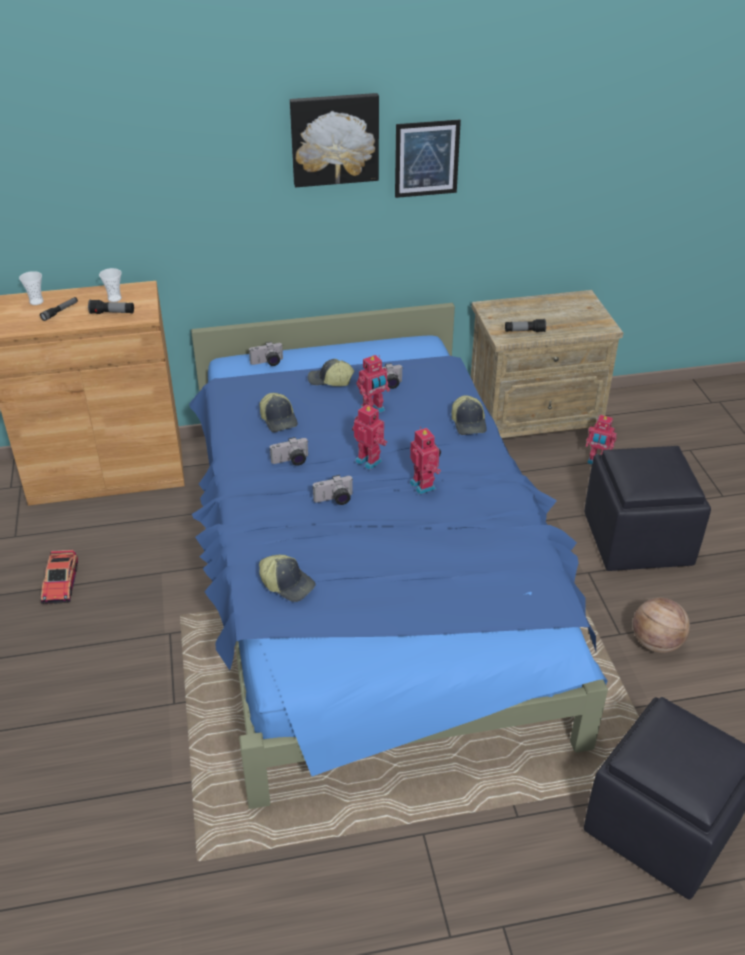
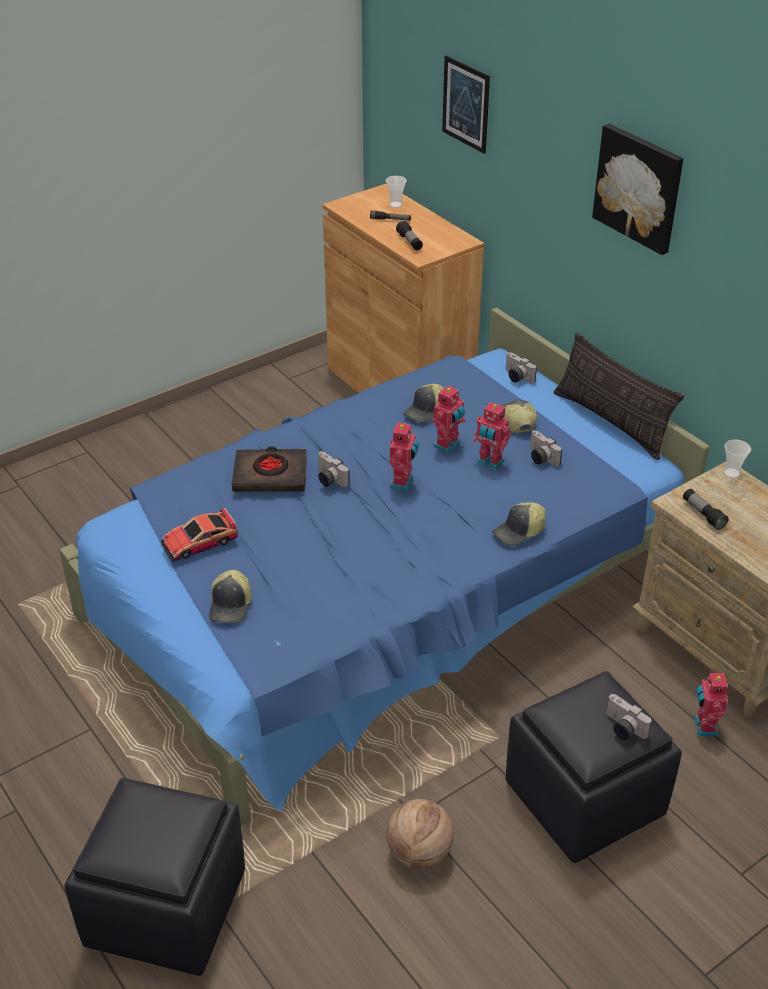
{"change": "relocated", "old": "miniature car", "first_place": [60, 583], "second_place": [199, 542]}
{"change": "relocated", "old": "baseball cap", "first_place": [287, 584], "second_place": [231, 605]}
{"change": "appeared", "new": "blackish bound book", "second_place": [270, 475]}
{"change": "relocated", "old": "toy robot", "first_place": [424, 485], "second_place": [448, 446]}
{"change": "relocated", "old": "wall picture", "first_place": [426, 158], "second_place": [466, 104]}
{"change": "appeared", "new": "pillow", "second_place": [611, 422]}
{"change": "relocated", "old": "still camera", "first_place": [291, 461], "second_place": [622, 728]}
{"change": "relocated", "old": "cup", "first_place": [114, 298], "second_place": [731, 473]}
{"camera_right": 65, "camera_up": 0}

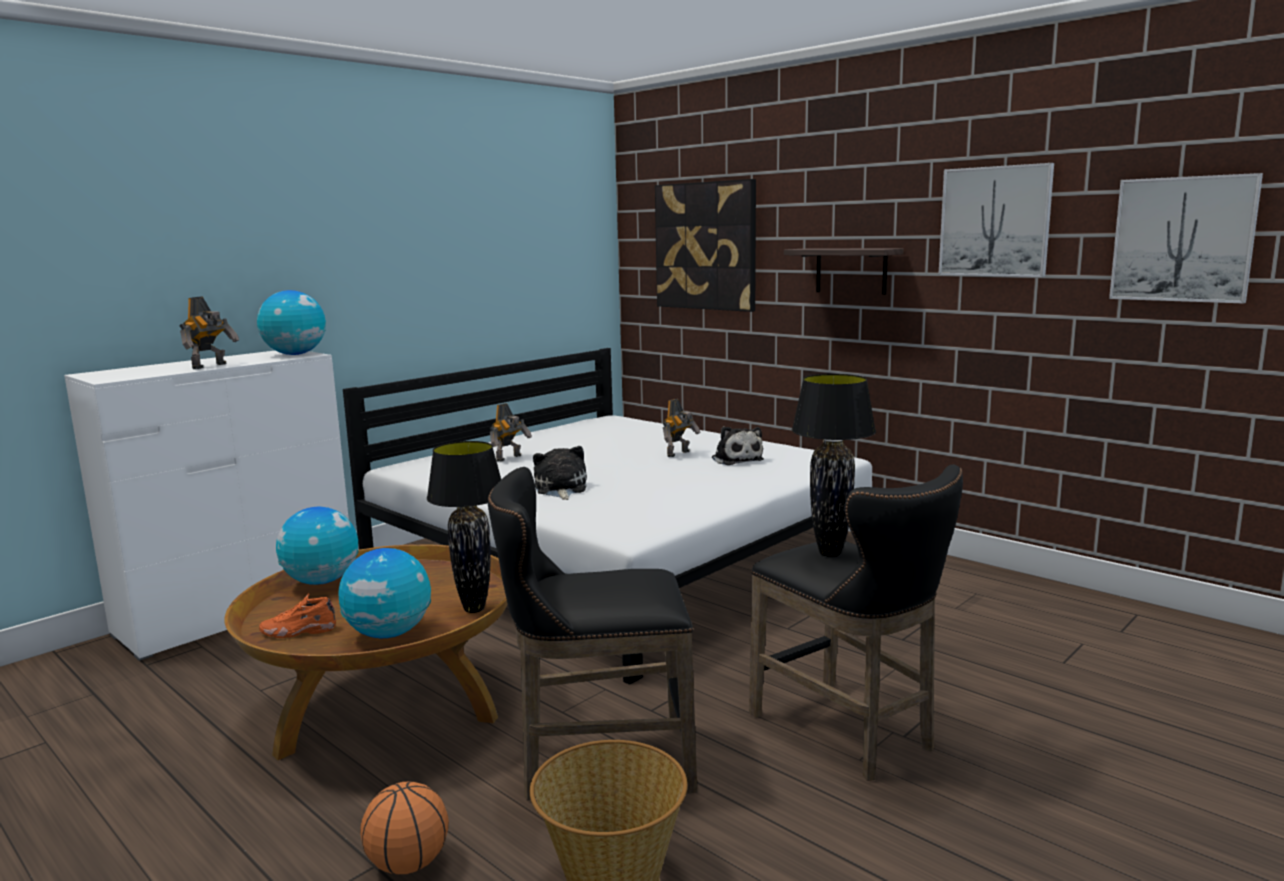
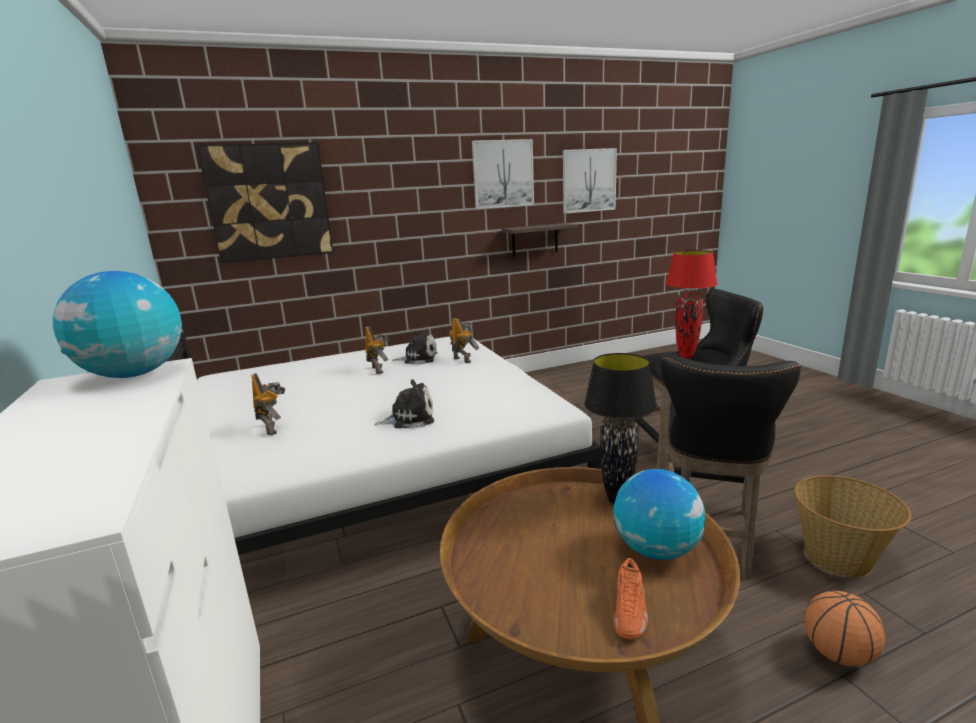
{"change": "spun", "old": "soft toy", "first_place": [560, 489], "second_place": [409, 418], "degrees": 150}
{"change": "relocated", "old": "toy robot", "first_place": [211, 366], "second_place": [462, 360]}
{"change": "relocated", "old": "bracket shelf", "first_place": [851, 270], "second_place": [534, 240]}
{"change": "colour", "old": "blackish table lamp", "new": "reddish table lamp", "first_place": [829, 554], "second_place": [686, 357]}
{"change": "missing", "old": "desk globe", "first_place": [322, 581]}
{"camera_right": -65, "camera_up": 5}

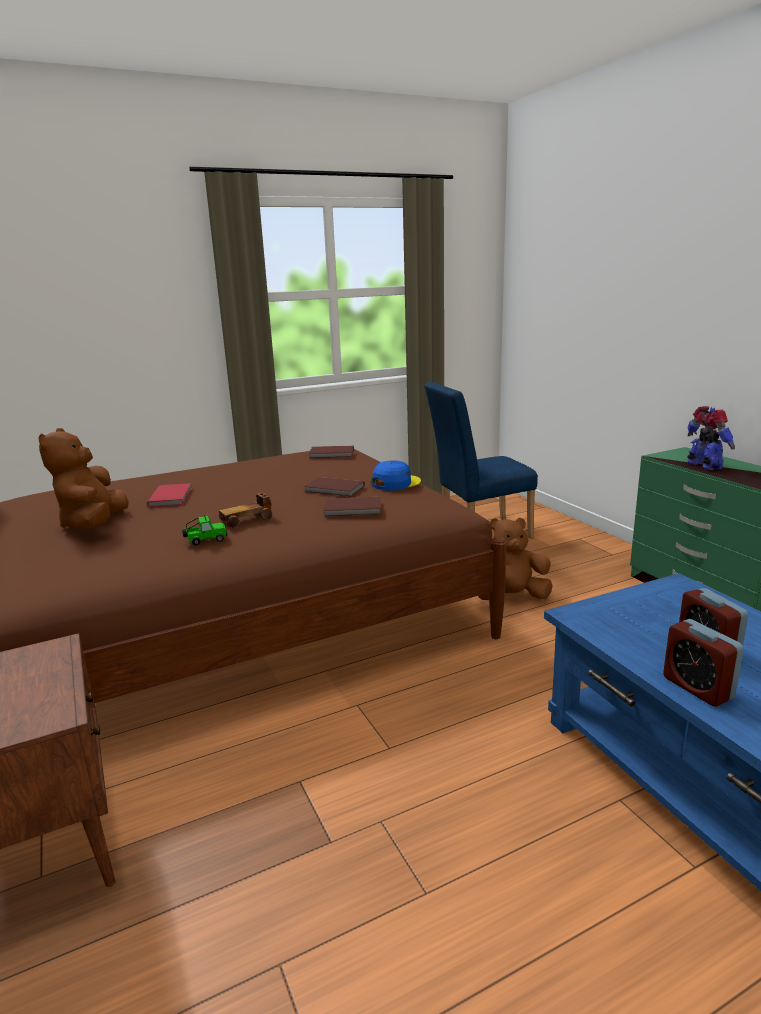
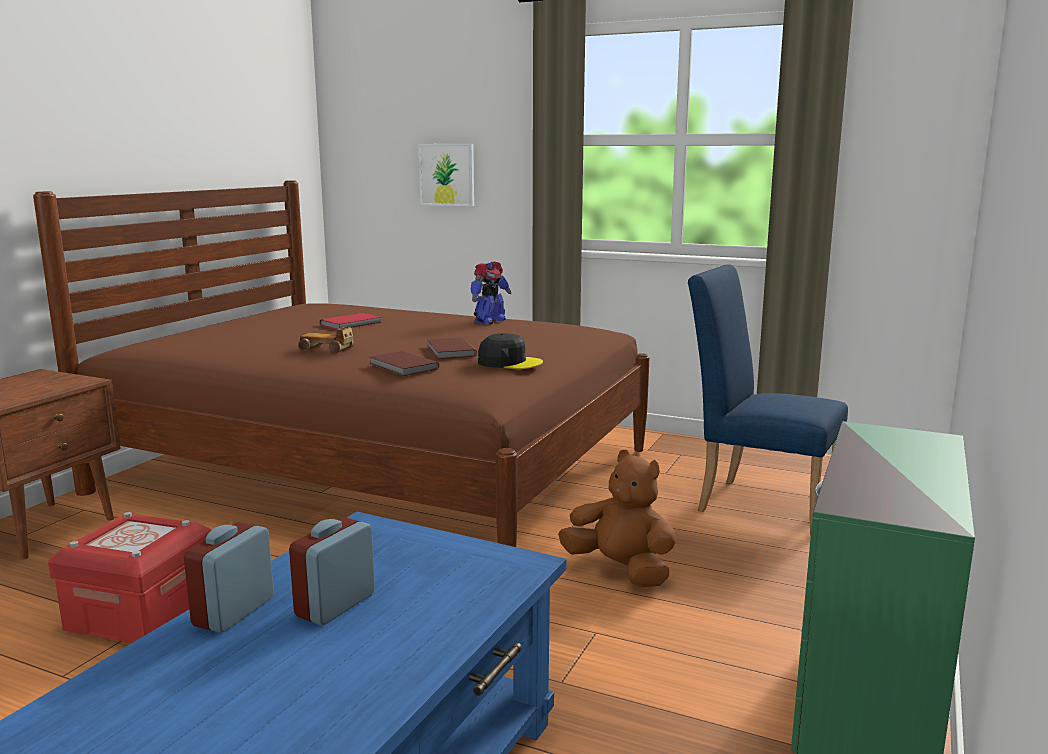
{"change": "appeared", "new": "reddish storage container", "second_place": [141, 613]}
{"change": "appeared", "new": "wall picture", "second_place": [447, 174]}
{"change": "relocated", "old": "toy robot", "first_place": [704, 466], "second_place": [489, 321]}
{"change": "colour", "old": "bluish baseball cap", "new": "blackish baseball cap", "first_place": [395, 483], "second_place": [509, 362]}
{"change": "missing", "old": "brownish soft toy", "first_place": [94, 525]}
{"change": "missing", "old": "miniature car", "first_place": [205, 540]}
{"change": "missing", "old": "brownish bound book", "first_place": [332, 454]}
{"camera_right": 50, "camera_up": -5}

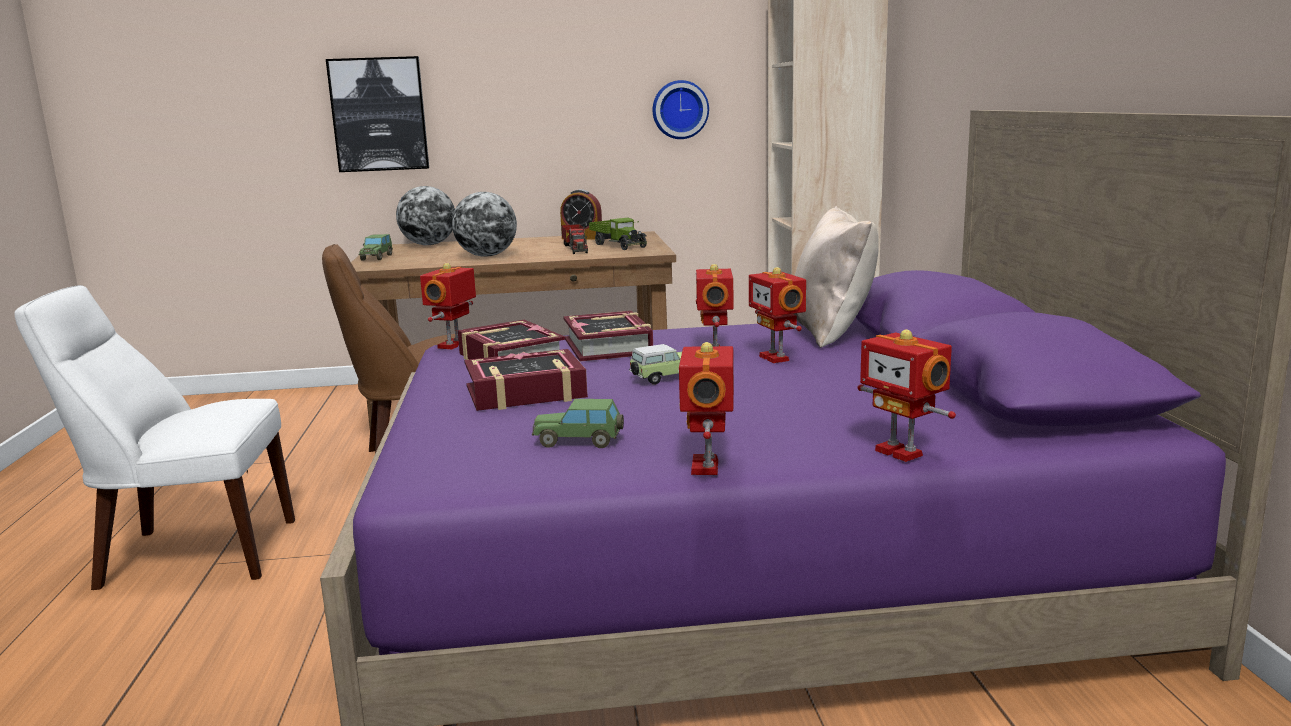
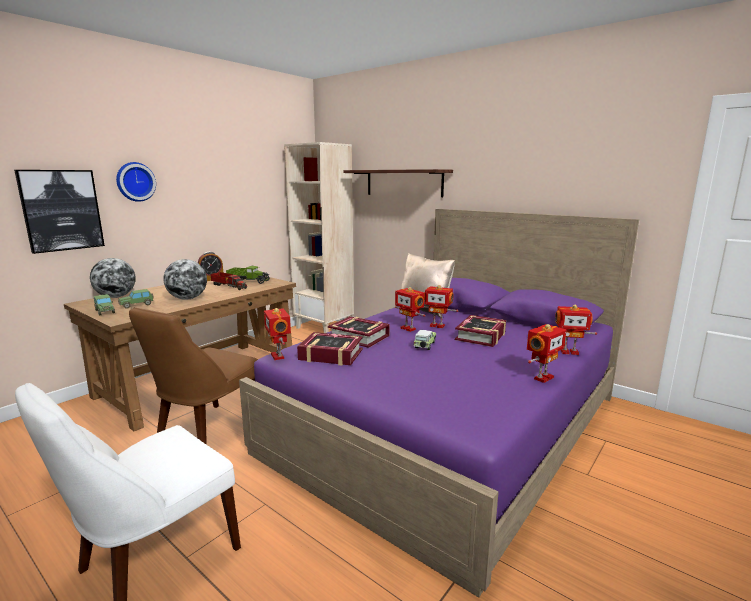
{"change": "relocated", "old": "wall clock", "first_place": [680, 109], "second_place": [135, 182]}
{"change": "relocated", "old": "miniature car", "first_place": [579, 441], "second_place": [137, 305]}
{"change": "appeared", "new": "bracket shelf", "second_place": [403, 183]}
{"change": "relocated", "old": "bound book", "first_place": [525, 393], "second_place": [481, 336]}
{"change": "spun", "old": "toy robot", "first_place": [708, 467], "second_place": [542, 378], "degrees": -90}
{"camera_right": -45, "camera_up": 0}

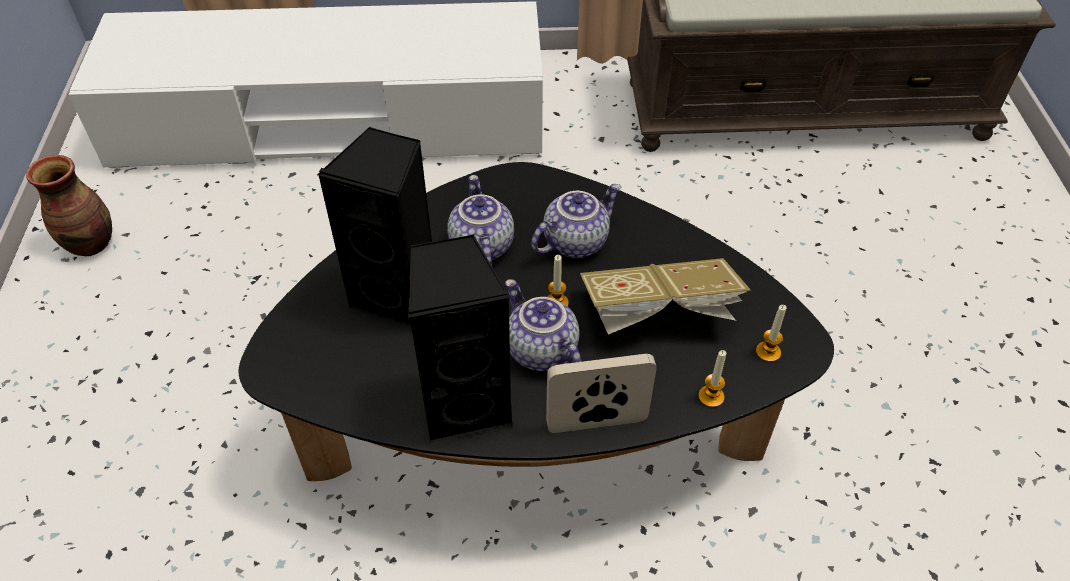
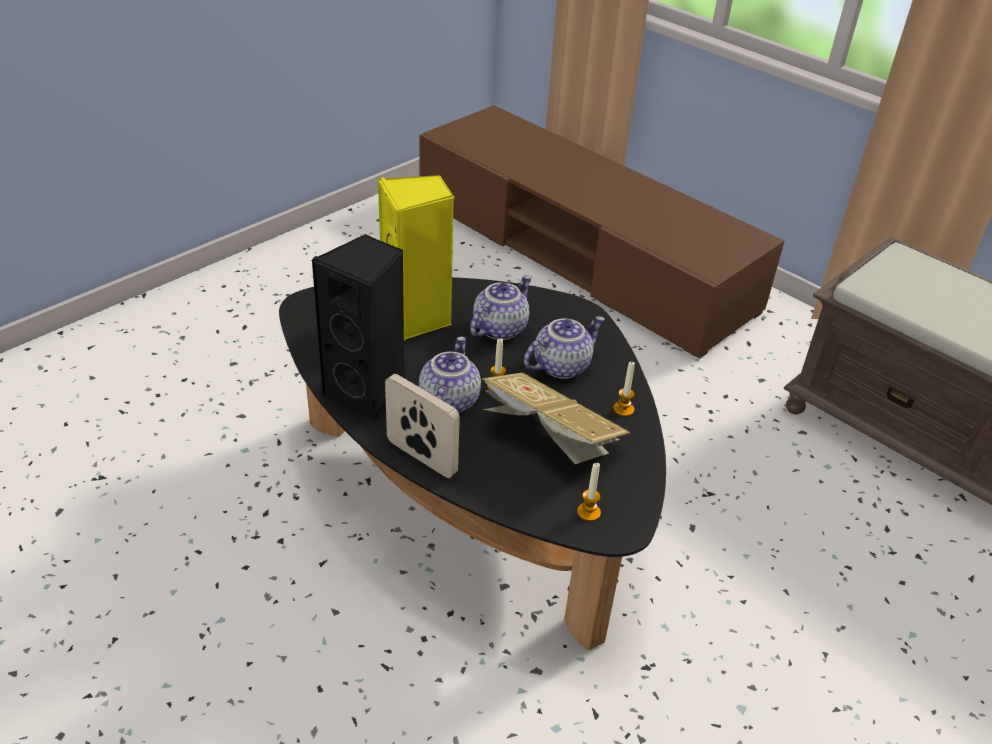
{"change": "colour", "old": "blackish audio speaker", "new": "yellow-coloured audio speaker", "first_place": [400, 295], "second_place": [417, 319]}
{"change": "colour", "old": "whitish tv stand", "new": "brownish tv stand", "first_place": [331, 123], "second_place": [580, 255]}
{"change": "spun", "old": "teapot", "first_place": [575, 241], "second_place": [561, 365], "degrees": -45}
{"change": "relocated", "old": "wax light", "first_place": [711, 397], "second_place": [623, 409]}
{"change": "missing", "old": "flower vase", "first_place": [92, 243]}
{"camera_right": 45, "camera_up": -10}

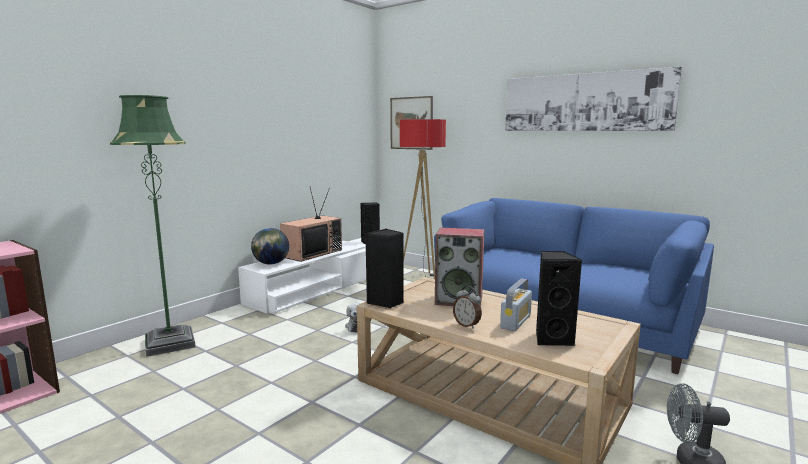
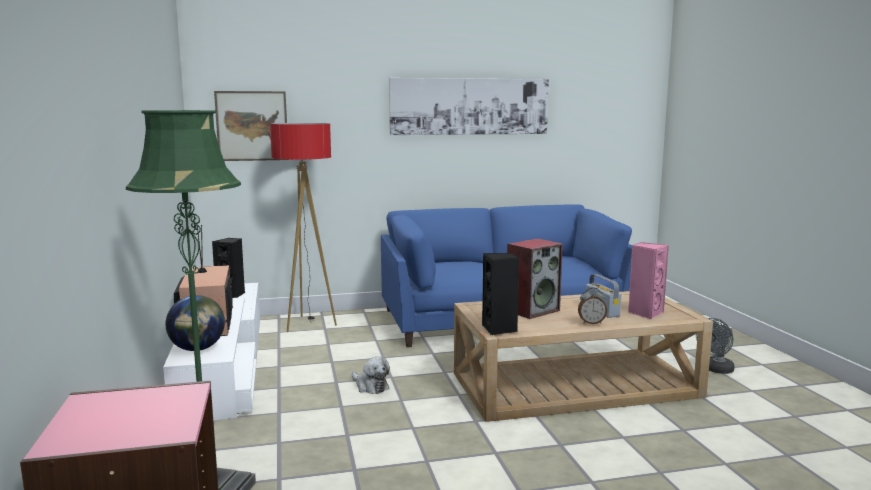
{"change": "colour", "old": "blackish audio speaker", "new": "pink audio speaker", "first_place": [552, 339], "second_place": [645, 313]}
{"camera_right": -50, "camera_up": 0}

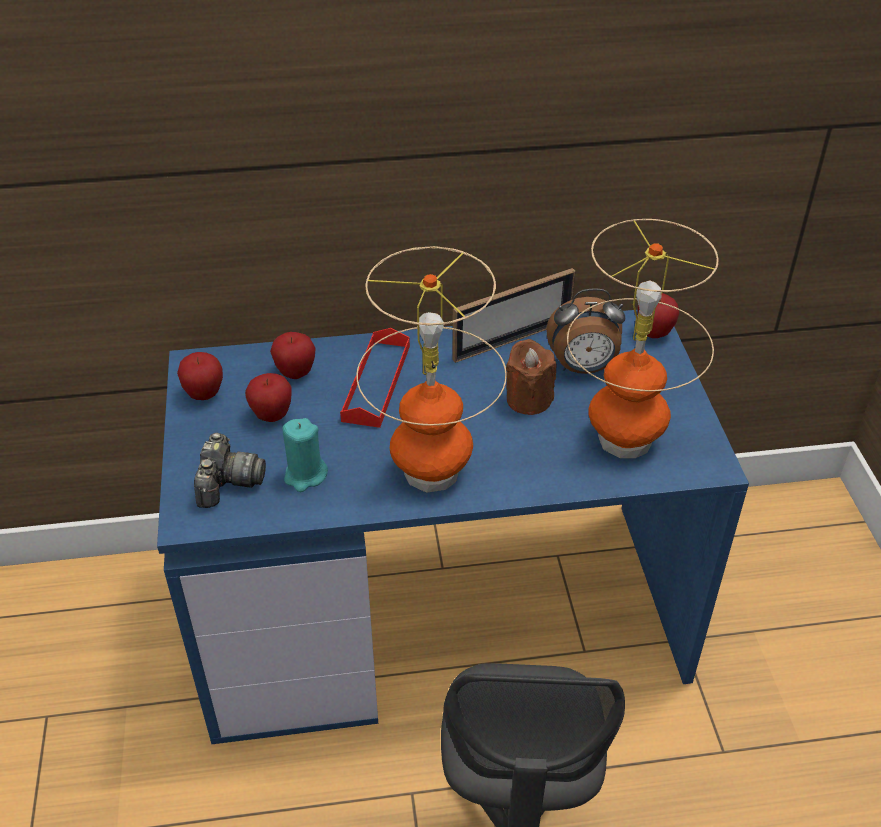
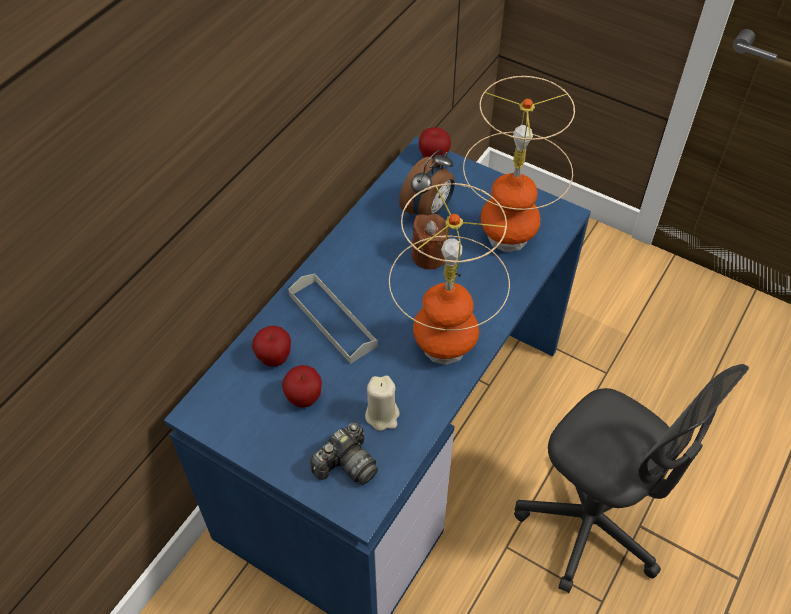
{"change": "colour", "old": "reddish serving tray", "new": "gray serving tray", "first_place": [376, 382], "second_place": [332, 320]}
{"change": "spun", "old": "still camera", "first_place": [228, 483], "second_place": [346, 464], "degrees": 90}
{"change": "colour", "old": "turquoise wax light", "new": "sand-coloured wax light", "first_place": [305, 475], "second_place": [382, 415]}
{"change": "missing", "old": "apple fruit", "first_place": [204, 394]}
{"change": "missing", "old": "picture frame", "first_place": [512, 340]}
{"camera_right": -50, "camera_up": 10}

